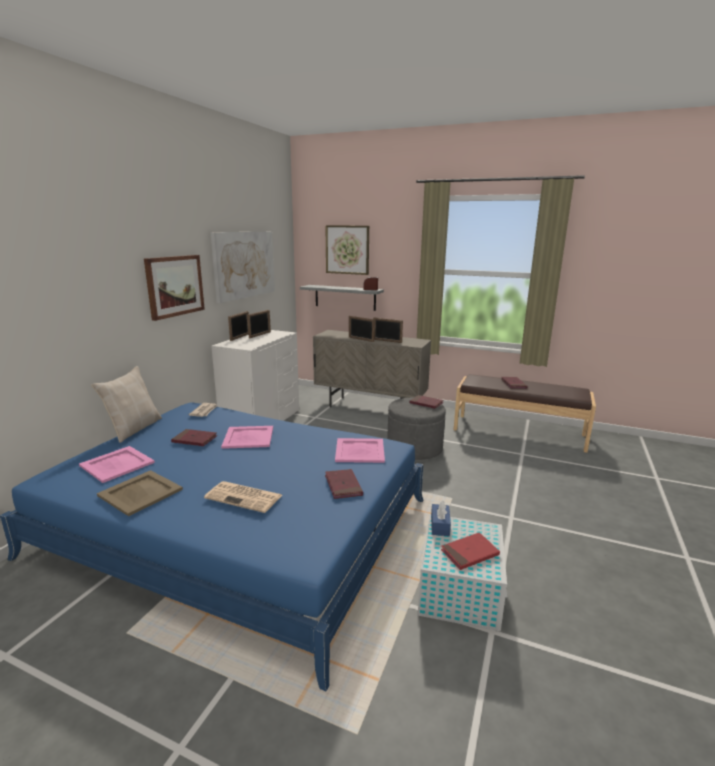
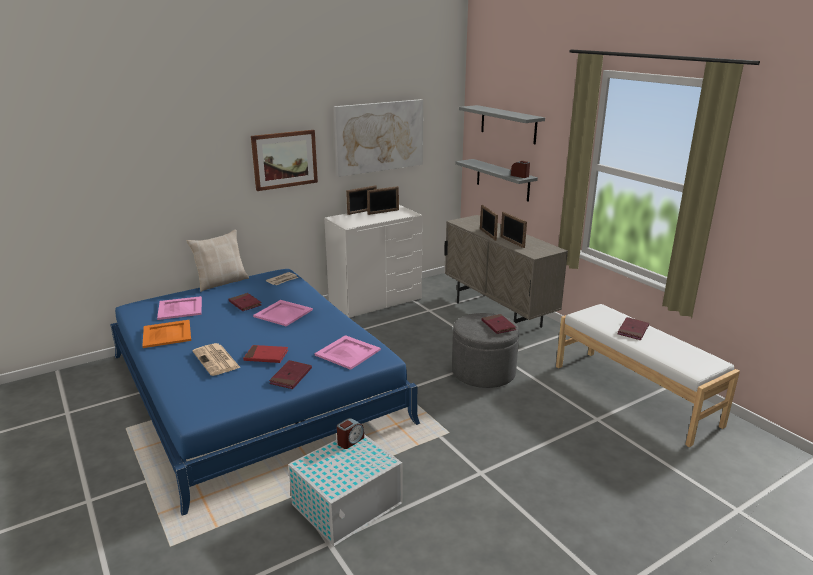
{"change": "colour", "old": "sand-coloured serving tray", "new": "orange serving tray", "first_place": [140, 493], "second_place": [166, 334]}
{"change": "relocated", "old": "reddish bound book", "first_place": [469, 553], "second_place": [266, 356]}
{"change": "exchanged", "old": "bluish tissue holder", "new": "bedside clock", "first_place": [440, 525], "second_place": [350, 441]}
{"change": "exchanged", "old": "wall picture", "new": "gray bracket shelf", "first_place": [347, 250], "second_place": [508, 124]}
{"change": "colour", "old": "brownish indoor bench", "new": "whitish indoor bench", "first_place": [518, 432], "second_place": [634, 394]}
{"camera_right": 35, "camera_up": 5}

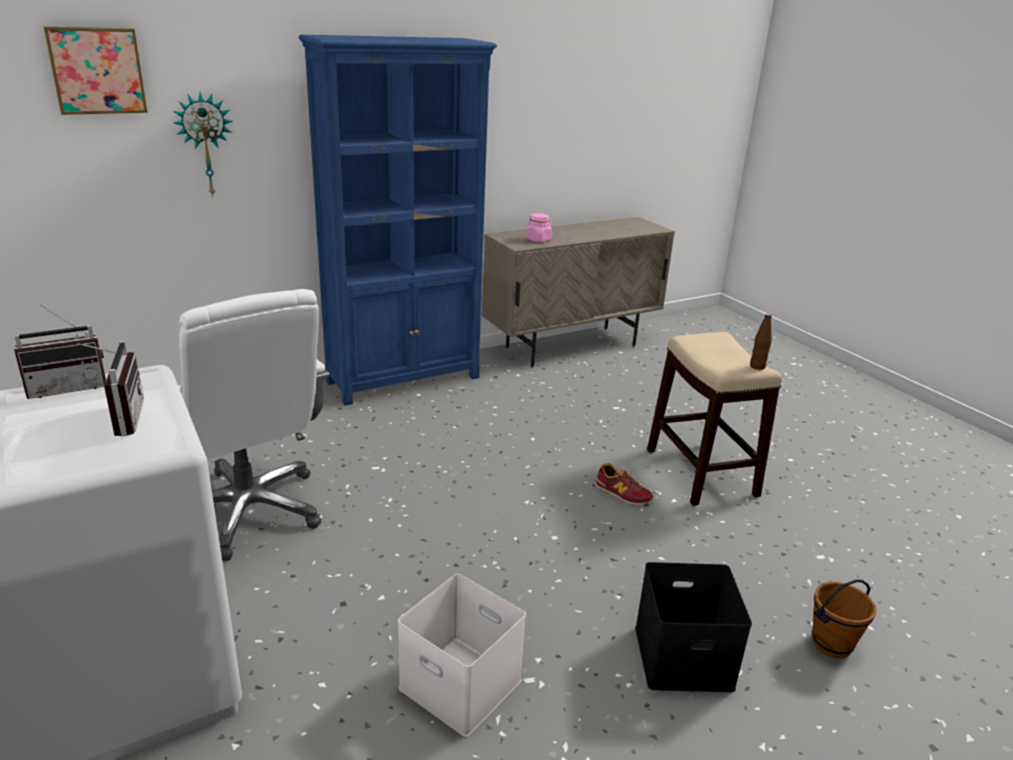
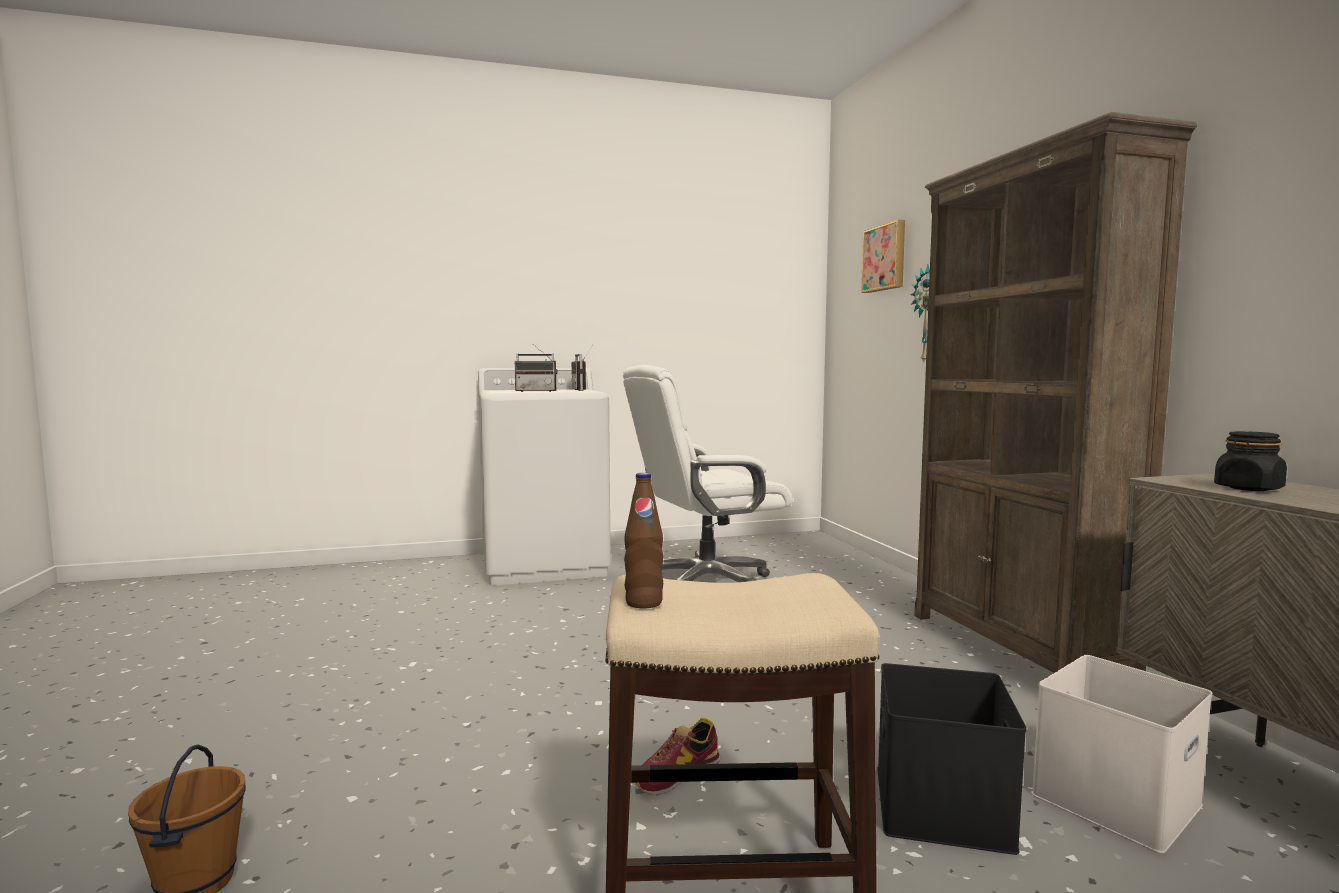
{"change": "relocated", "old": "blackish storage container", "first_place": [684, 656], "second_place": [945, 808]}
{"change": "colour", "old": "bluish shelving unit", "new": "brownish shelving unit", "first_place": [405, 379], "second_place": [1015, 648]}
{"change": "relocated", "old": "whitish storage container", "first_place": [463, 684], "second_place": [1117, 801]}
{"change": "colour", "old": "pink preserve jar", "new": "blackish preserve jar", "first_place": [538, 240], "second_place": [1248, 488]}
{"camera_right": 105, "camera_up": -20}

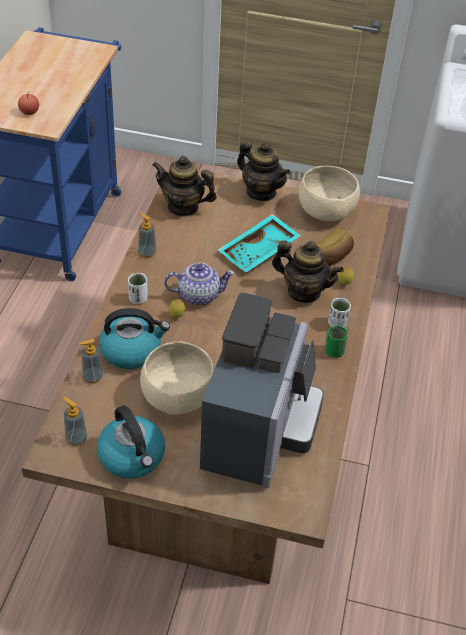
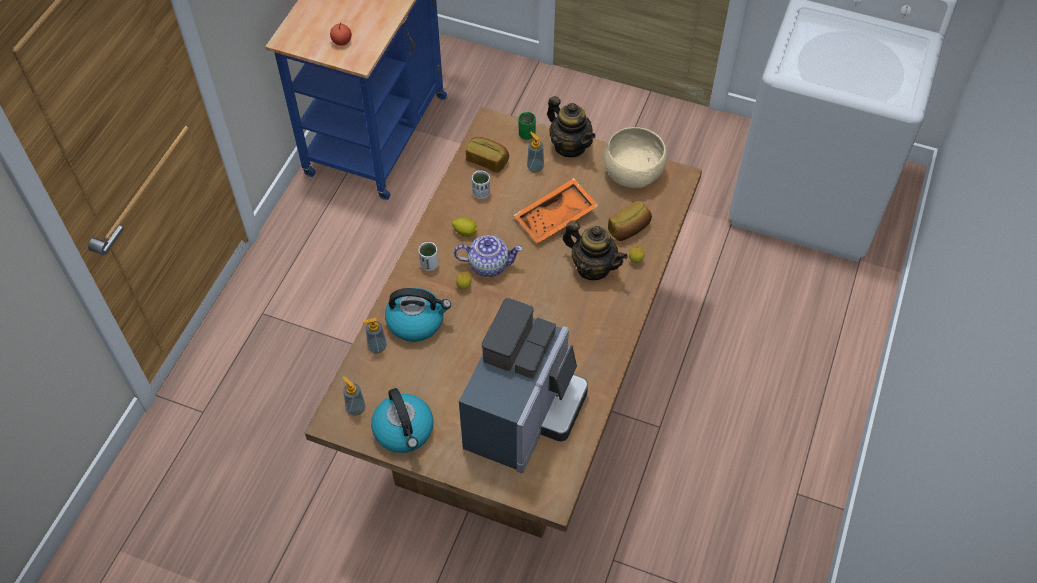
{"change": "appeared", "new": "lemon", "second_place": [465, 232]}
{"change": "exchanged", "old": "teapot", "new": "bakery bread", "first_place": [183, 207], "second_place": [487, 160]}
{"change": "relocated", "old": "whitish cup", "first_place": [337, 323], "second_place": [481, 193]}
{"change": "colour", "old": "turquoise serving tray", "new": "orange serving tray", "first_place": [259, 252], "second_place": [556, 218]}
{"change": "relocated", "old": "green cup", "first_place": [334, 351], "second_place": [527, 134]}
{"change": "relocated", "old": "soap dispenser", "first_place": [147, 253], "second_place": [535, 167]}
{"change": "missing", "old": "sand-coloured serving bowl", "first_place": [177, 396]}
{"camera_right": 10, "camera_up": 10}

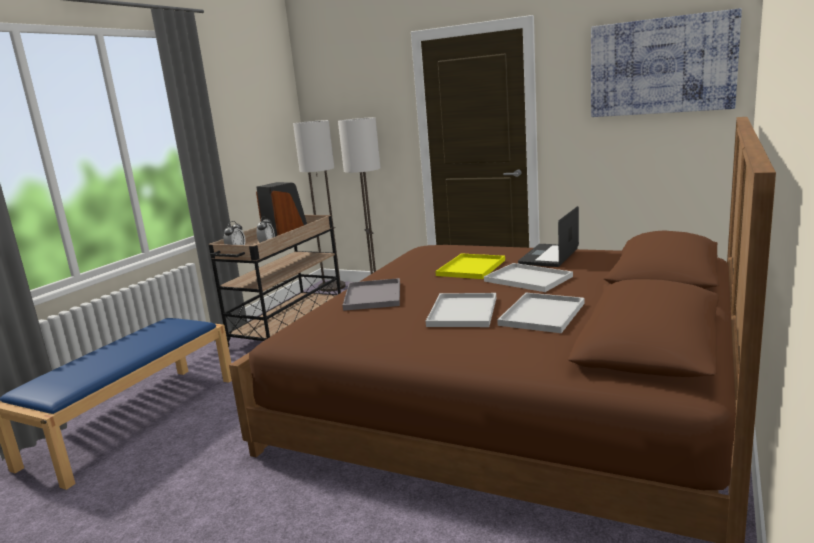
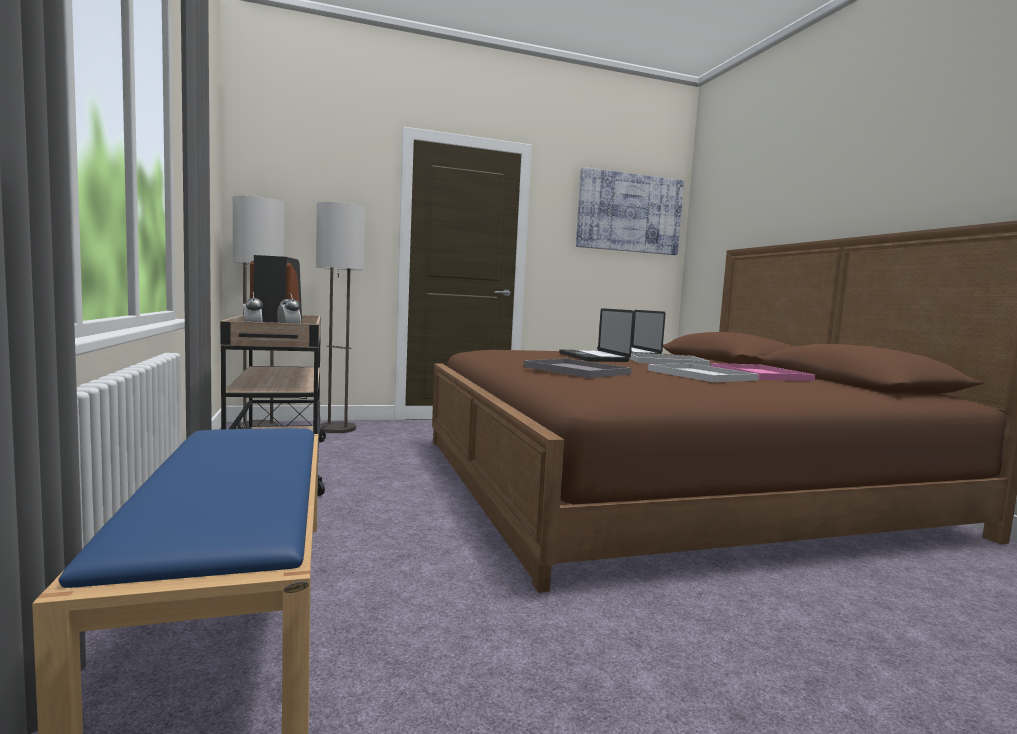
{"change": "exchanged", "old": "yellow-coloured serving tray", "new": "portable computer", "first_place": [471, 268], "second_place": [593, 357]}
{"change": "colour", "old": "whitish serving tray", "new": "pink serving tray", "first_place": [542, 315], "second_place": [761, 374]}
{"camera_right": -45, "camera_up": -10}

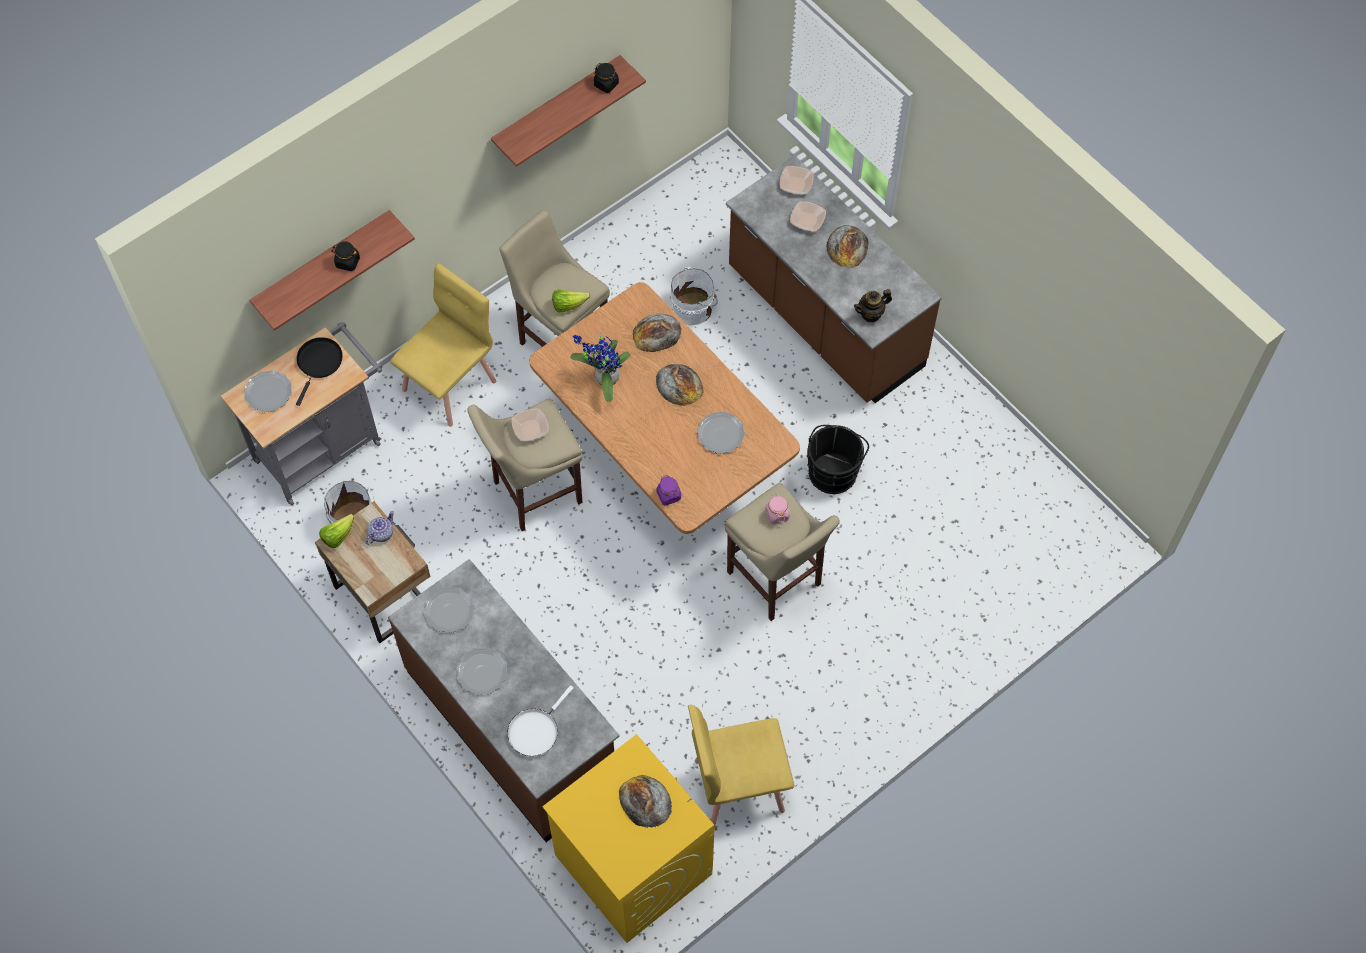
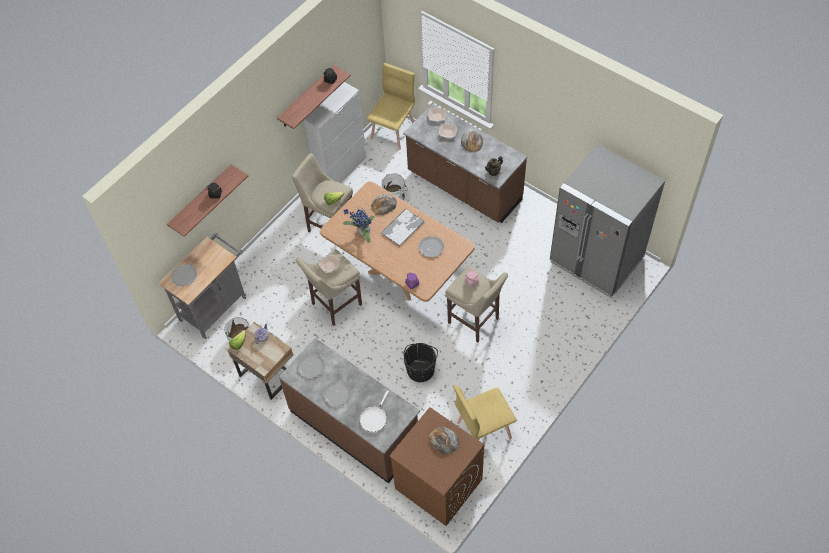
{"change": "appeared", "new": "whitish storage cabinet", "second_place": [341, 170]}
{"change": "relocated", "old": "yellow-coloured chair", "first_place": [450, 385], "second_place": [393, 132]}
{"change": "exchanged", "old": "bakery bread", "new": "serving tray", "first_place": [679, 384], "second_place": [402, 227]}
{"change": "colour", "old": "yellow-coloured laundry appliance", "new": "brownish laundry appliance", "first_place": [632, 864], "second_place": [438, 484]}
{"change": "relocated", "old": "blackish water bucket", "first_place": [833, 471], "second_place": [421, 369]}
{"change": "appeared", "new": "gray fridge", "second_place": [596, 260]}
{"change": "missing", "old": "blackish pan", "first_place": [319, 363]}
{"camera_right": -10, "camera_up": -5}

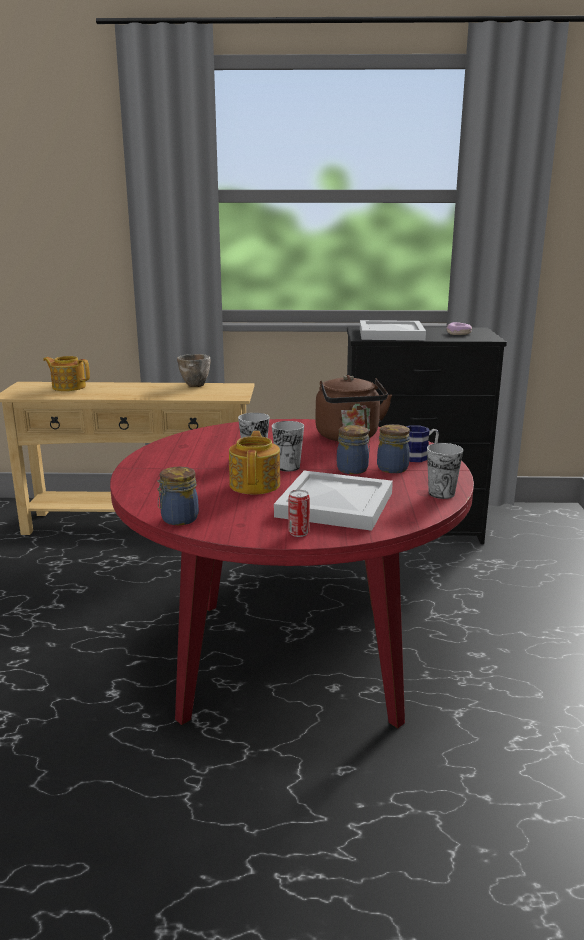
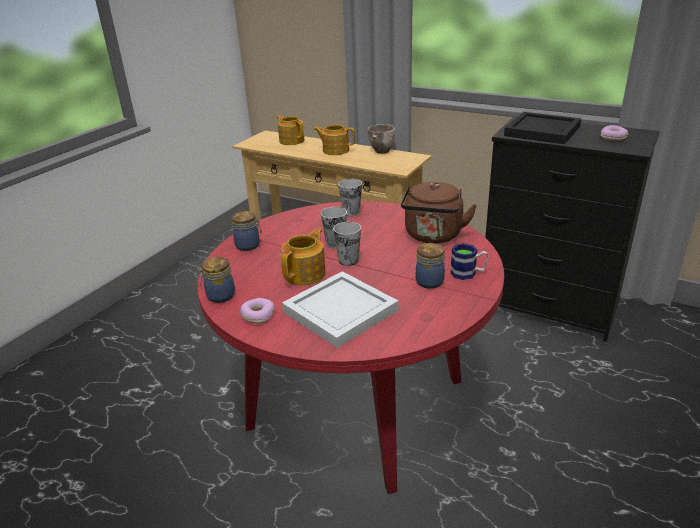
{"change": "relocated", "old": "preserve jar", "first_place": [353, 469], "second_place": [249, 246]}
{"change": "appeared", "new": "ring doughnut", "second_place": [258, 315]}
{"change": "appeared", "new": "teapot", "second_place": [335, 150]}
{"change": "relocated", "old": "cup", "first_place": [441, 493], "second_place": [351, 212]}
{"change": "colour", "old": "whitish serving tray", "new": "blackish serving tray", "first_place": [390, 334], "second_place": [541, 131]}
{"change": "missing", "old": "sealed can", "first_place": [298, 533]}
{"camera_right": 30, "camera_up": 10}

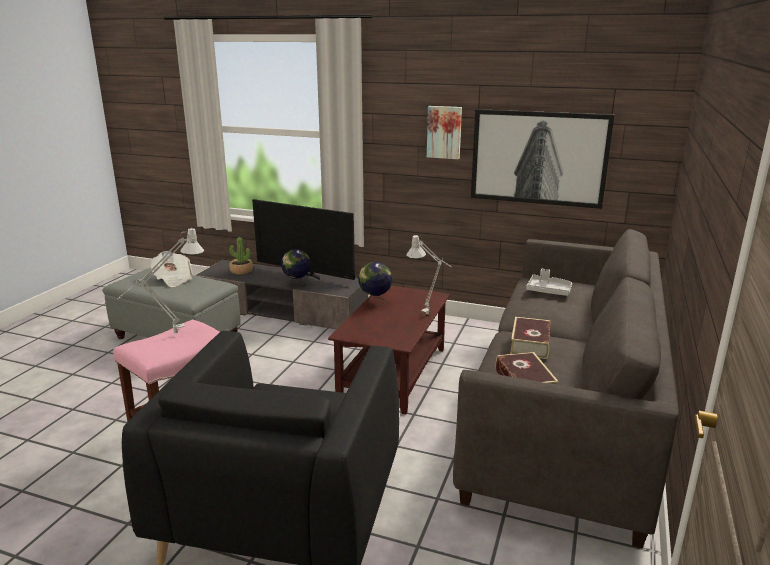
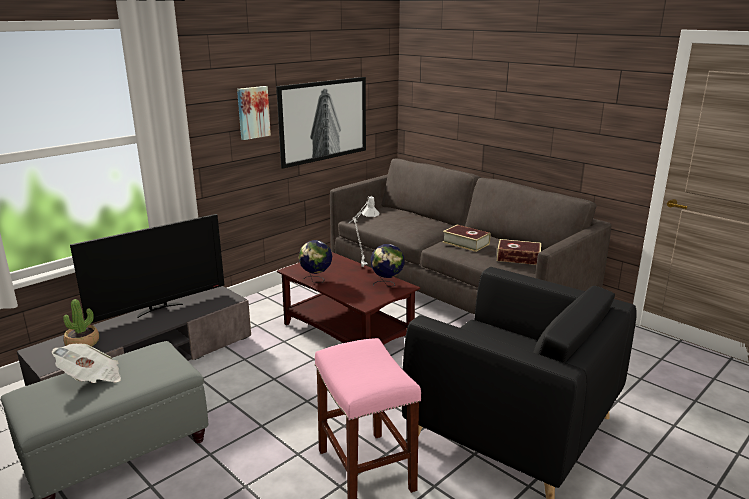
{"change": "relocated", "old": "desk globe", "first_place": [297, 285], "second_place": [387, 285]}
{"change": "missing", "old": "gray table lamp", "first_place": [170, 335]}
{"change": "missing", "old": "gray serving tray", "first_place": [548, 291]}
{"camera_right": -65, "camera_up": 0}

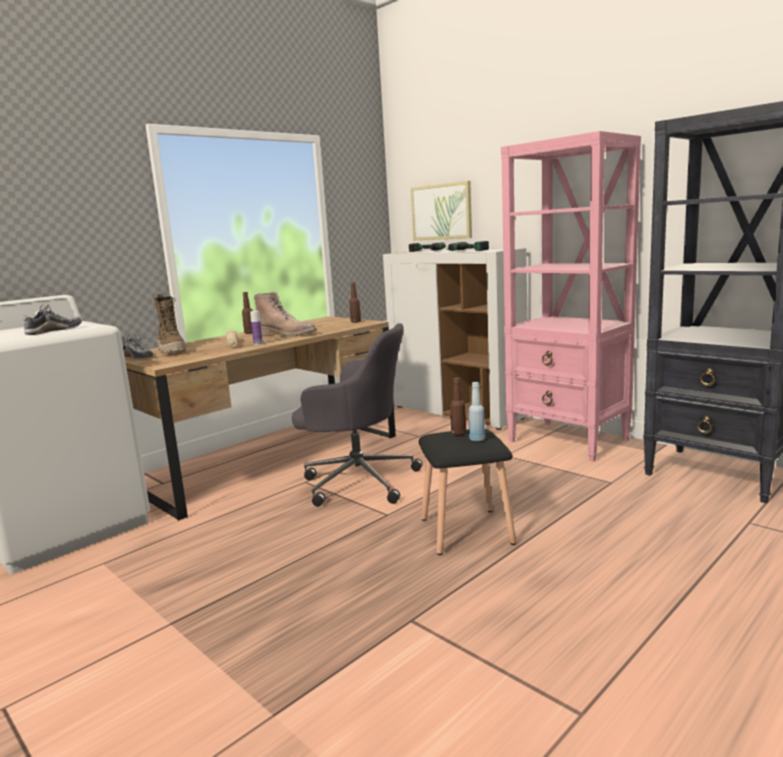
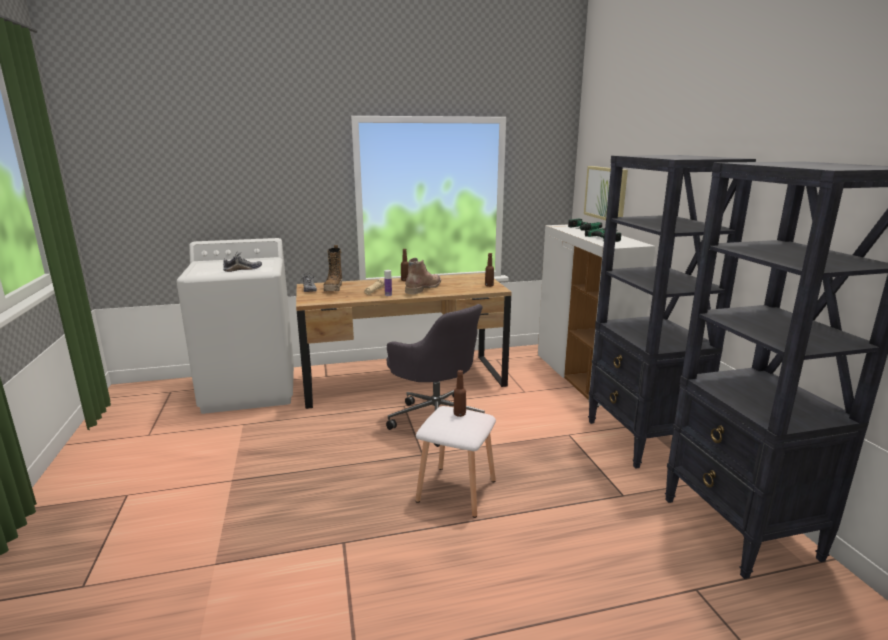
{"change": "spun", "old": "brownish high-top boot", "first_place": [287, 334], "second_place": [423, 288], "degrees": -120}
{"change": "colour", "old": "blackish sitting stool", "new": "whitish sitting stool", "first_place": [467, 531], "second_place": [456, 491]}
{"change": "colour", "old": "pink shelving unit", "new": "blackish shelving unit", "first_place": [569, 441], "second_place": [641, 439]}
{"change": "missing", "old": "bluish bottle", "first_place": [477, 439]}
{"camera_right": 30, "camera_up": 5}

